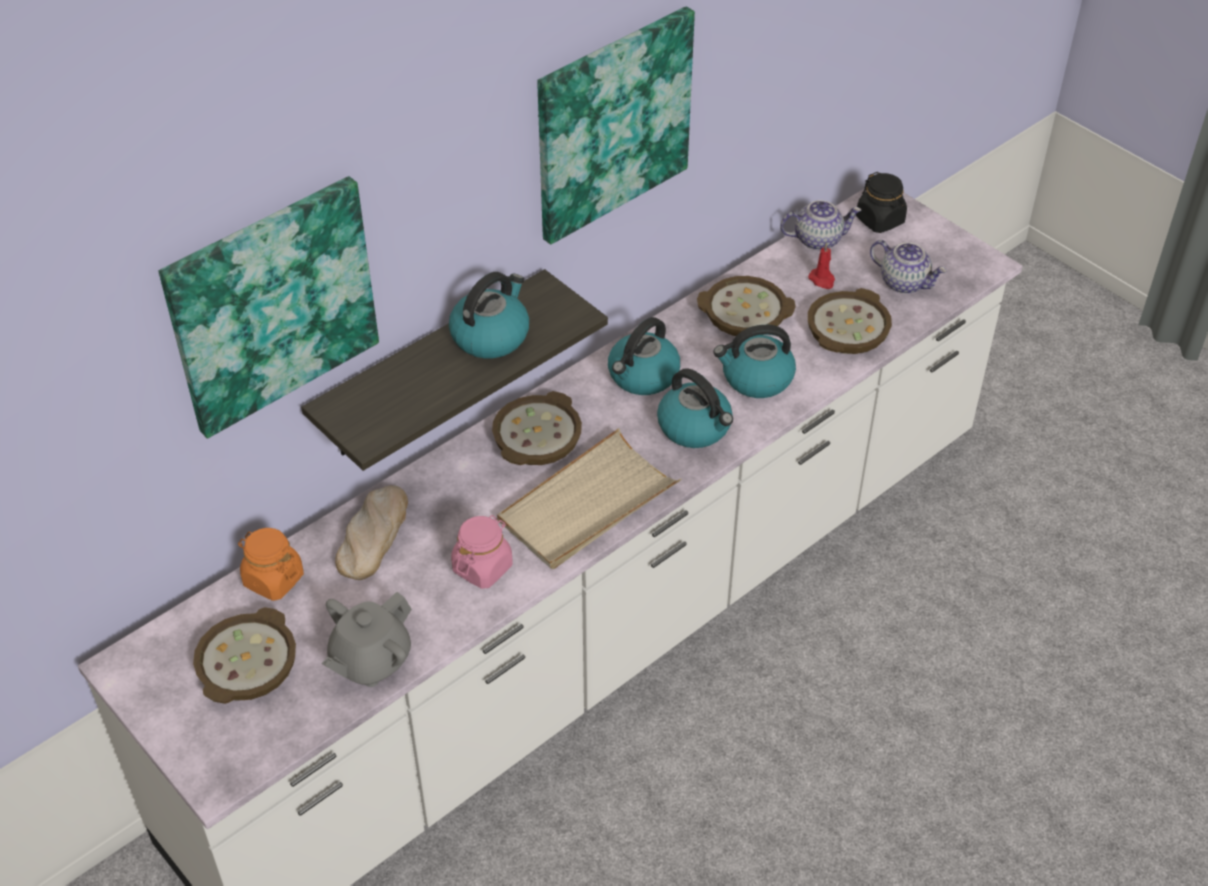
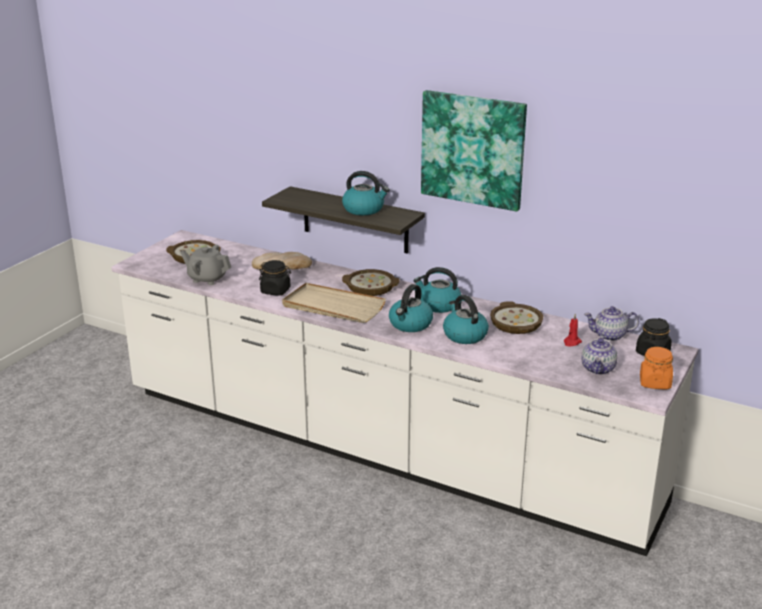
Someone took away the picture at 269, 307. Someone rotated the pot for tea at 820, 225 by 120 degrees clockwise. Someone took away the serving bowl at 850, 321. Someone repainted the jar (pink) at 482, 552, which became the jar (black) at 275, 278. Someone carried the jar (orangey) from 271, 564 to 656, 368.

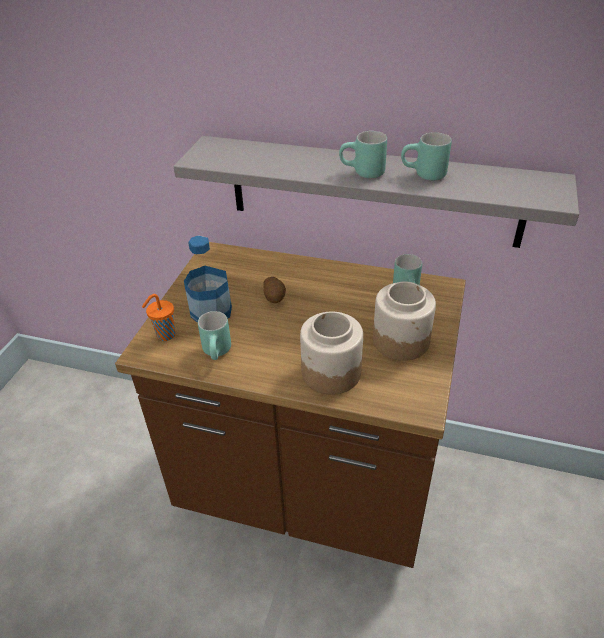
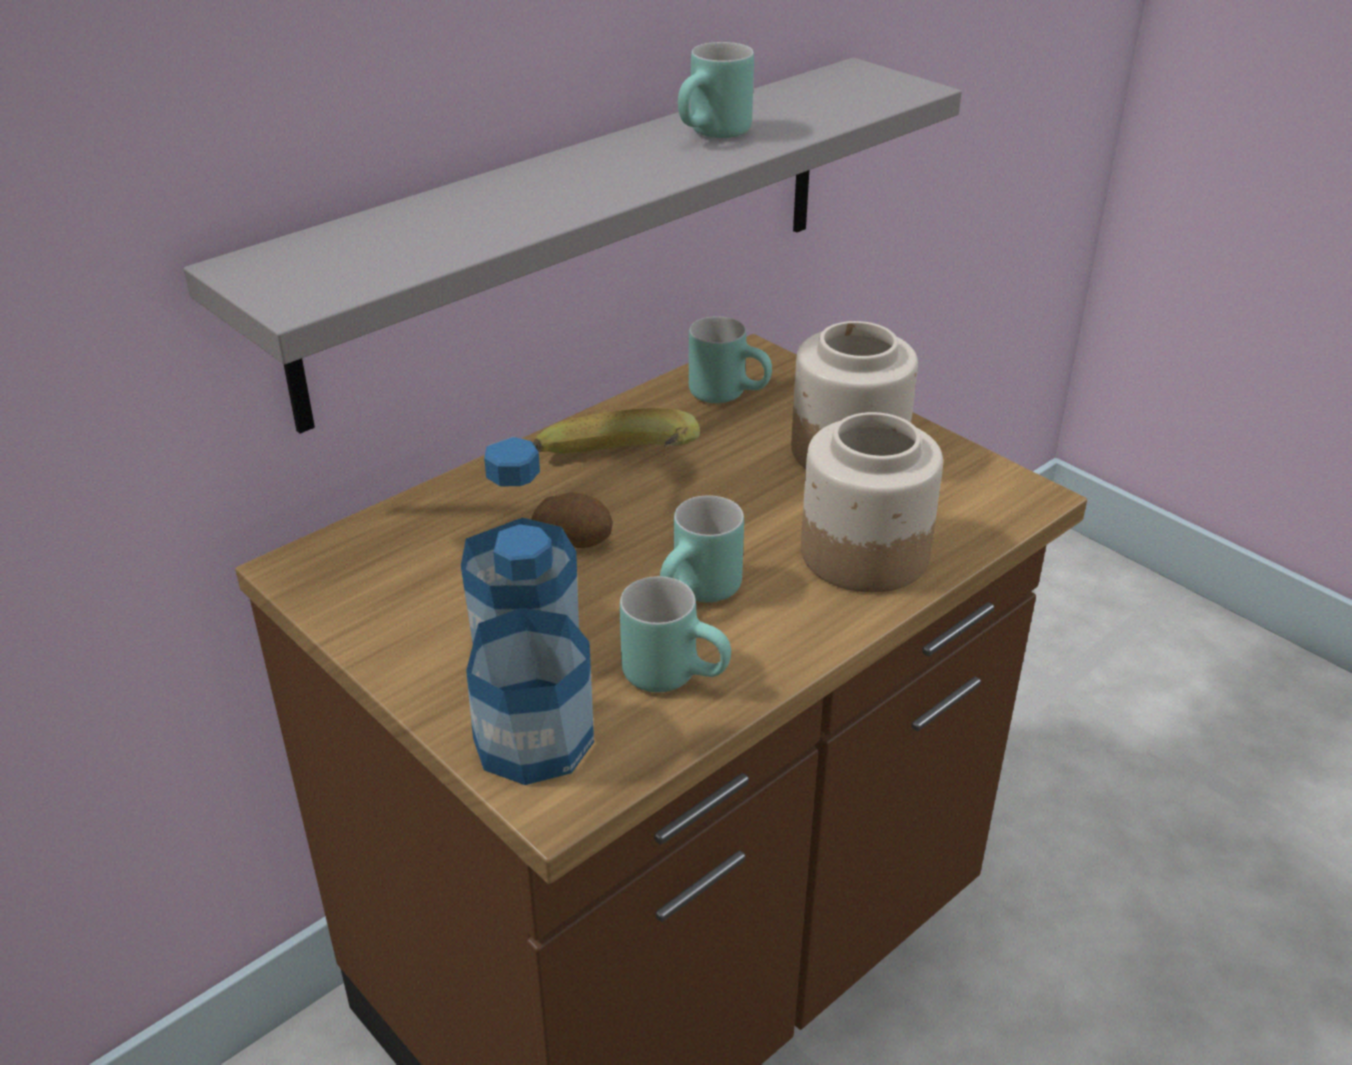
Someone carried the coffee mug (blue-green) from 363, 154 to 702, 548. Someone swapped the drinking cup (orangey) at 158, 317 for the beverage bottle at 530, 654. Someone put down the banana at 616, 430.

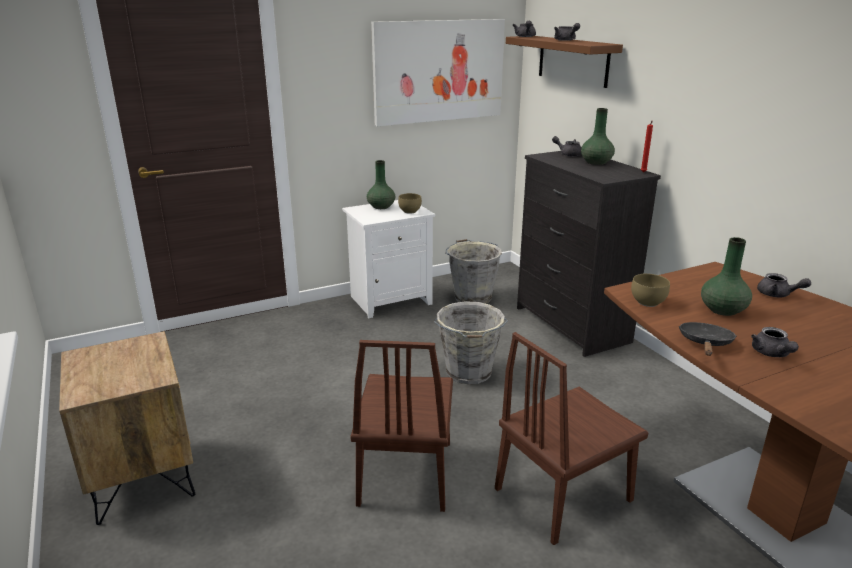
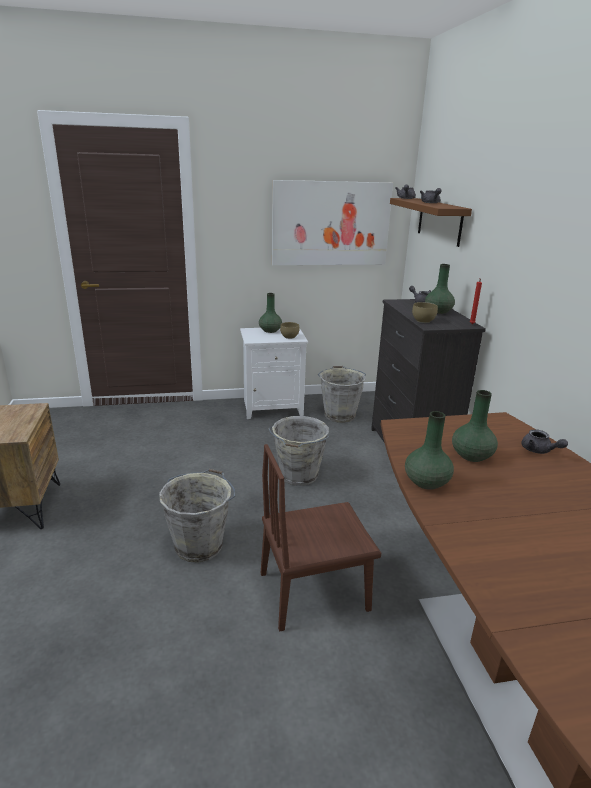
Someone carried the serving bowl (brown-coloured) from 650, 290 to 425, 312. Someone swapped the skillet (black) at 708, 339 for the decorative vase (green-coloured) at 429, 450. Someone took away the pot for tea (gray) at 775, 342. Someone swapped the upright chair (brown-coloured) at 401, 426 for the bucket (gray) at 197, 516.

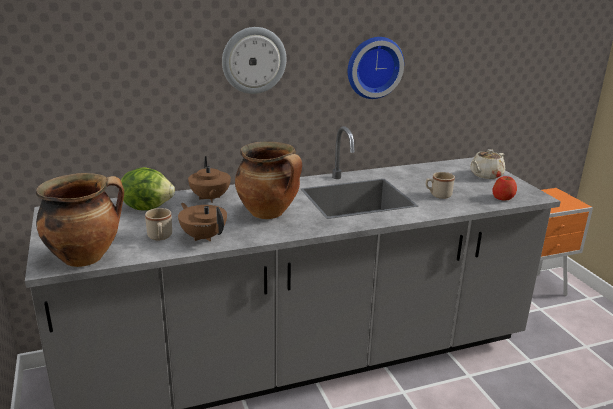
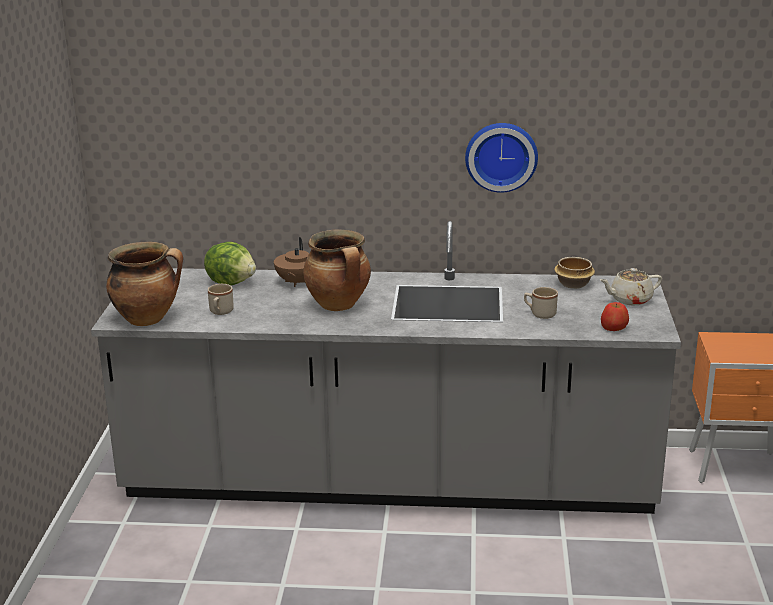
Someone took away the clock on the wall at 254, 60. Someone took away the pot for tea (brown-coloured) at 202, 222. Someone put down the serving bowl at 574, 273.

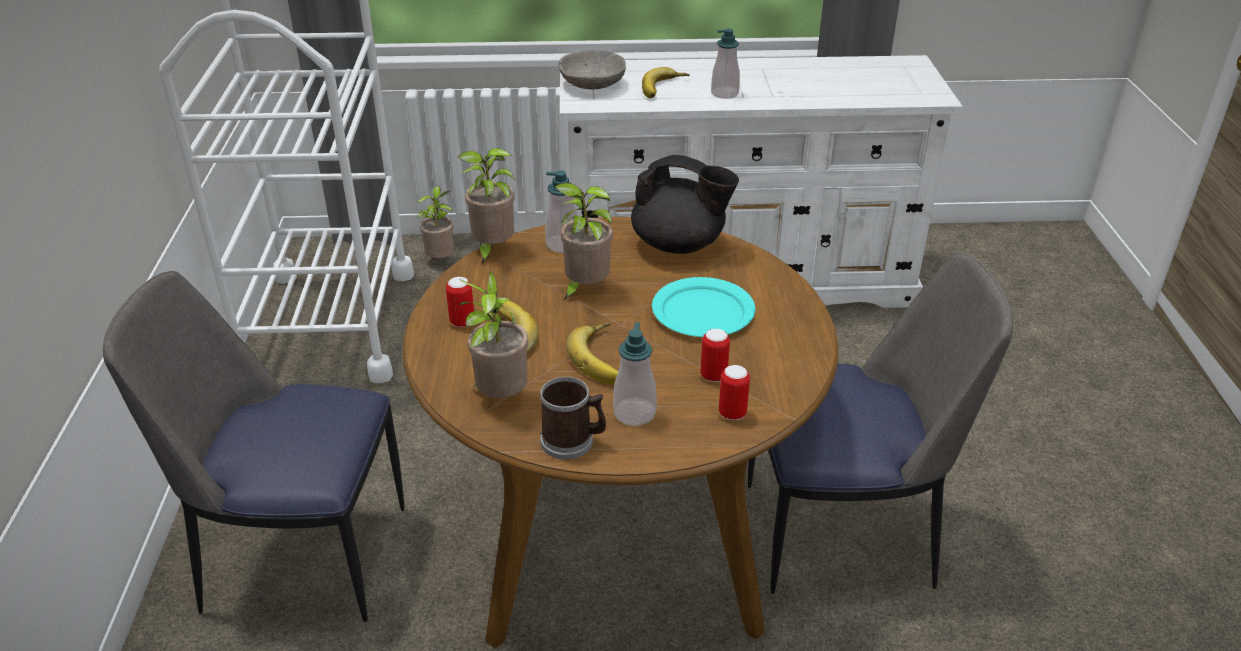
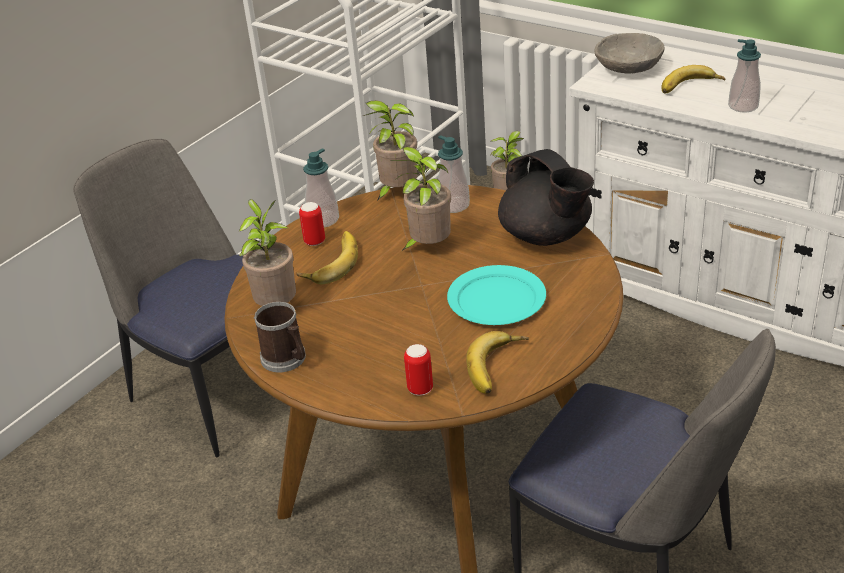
Someone carried the liquid soap bottle from 635, 374 to 321, 187. Someone carried the banana from 592, 353 to 497, 362. Someone took away the metal can at 715, 355.

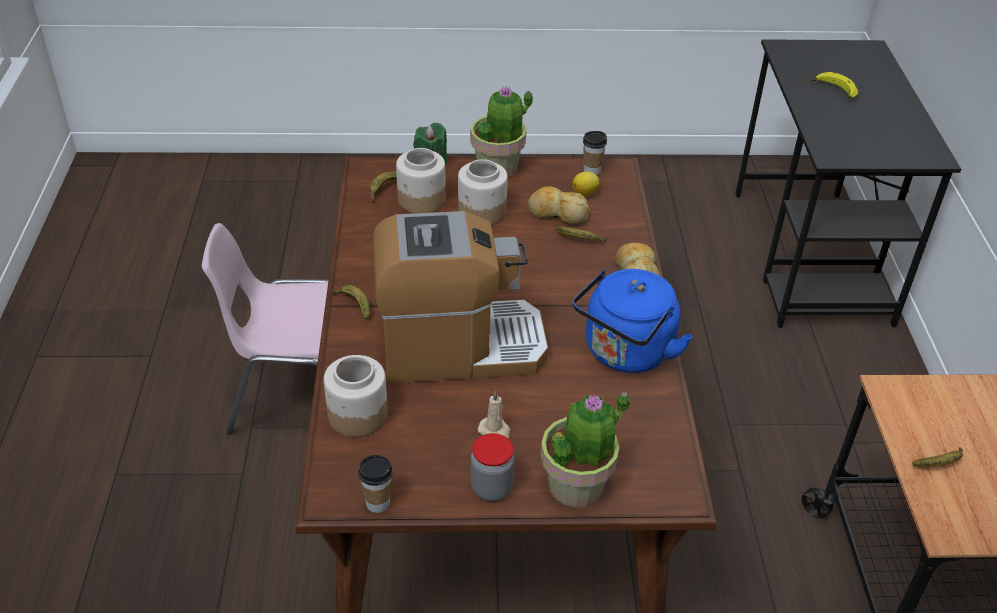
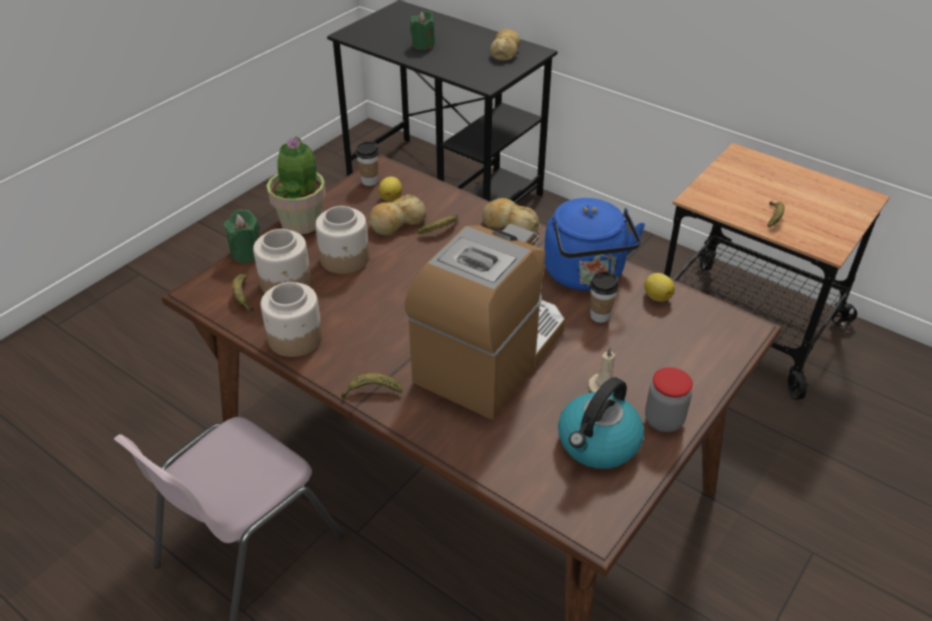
Someone swapped the banana at 834, 85 for the wax candle (green-coloured) at 422, 30. Someone carried the jar from 356, 396 to 292, 319. Someone took away the potted plant at 585, 449. Someone carried the drinking cup from 375, 484 to 604, 297. Someone put down the baked bread at 505, 45. Someone put down the whole lemon at 659, 287. Someone put down the water kettle at 601, 423.

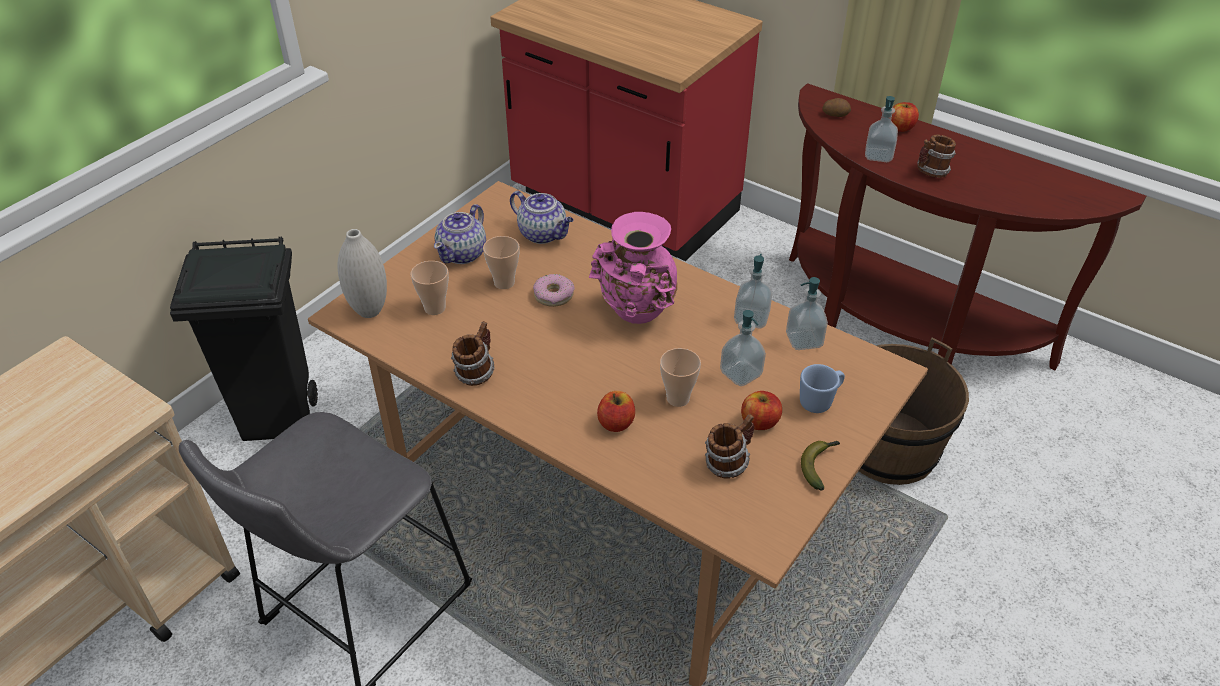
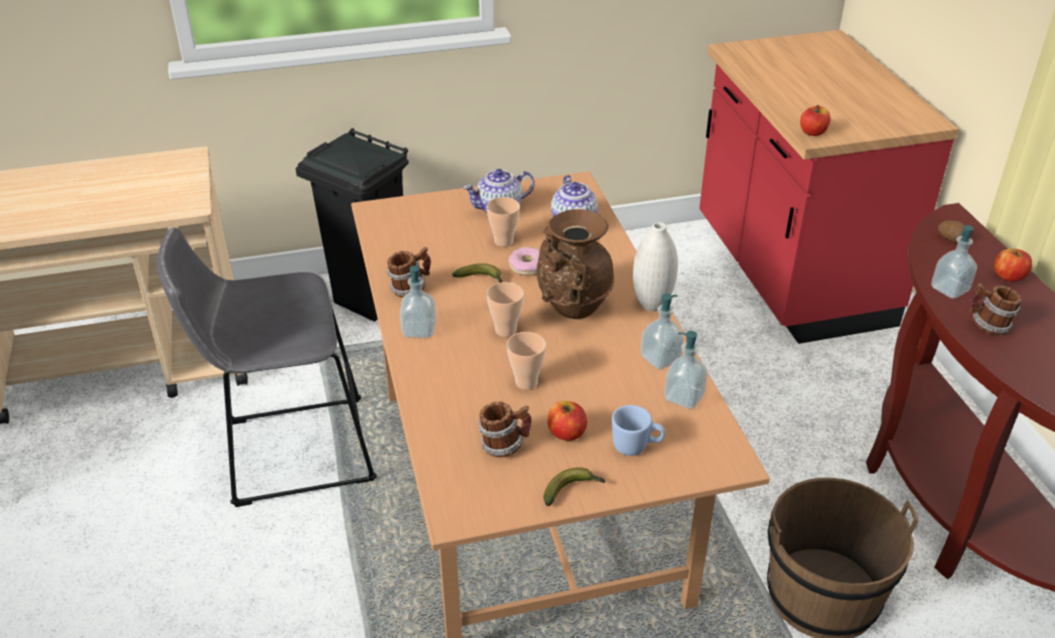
Someone repainted the decorative vase (pink) at 633, 268, which became the decorative vase (brown-coloured) at 575, 264. Someone carried the decorative vase (white-coloured) from 362, 273 to 655, 266. Someone carried the drinking cup from 430, 288 to 505, 309. Someone carried the liquid soap bottle from 743, 348 to 418, 302. Someone carried the apple from 616, 411 to 815, 120. Someone put down the banana at 477, 273.

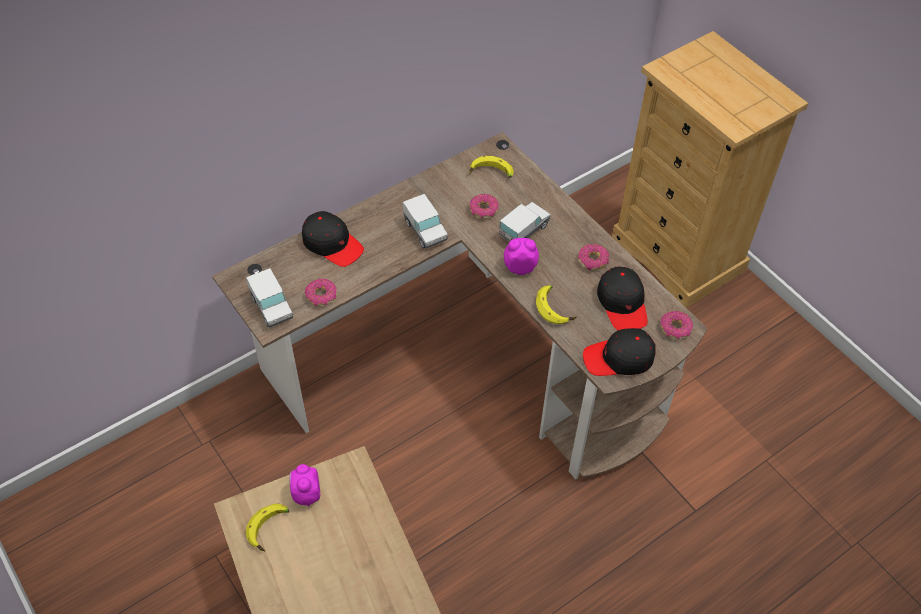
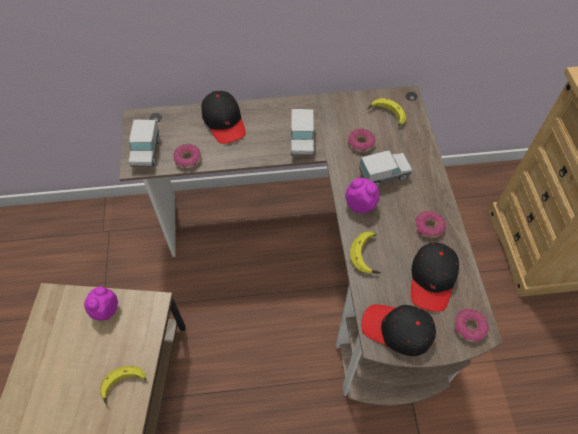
Someone carried the banana from 267, 528 to 123, 386.

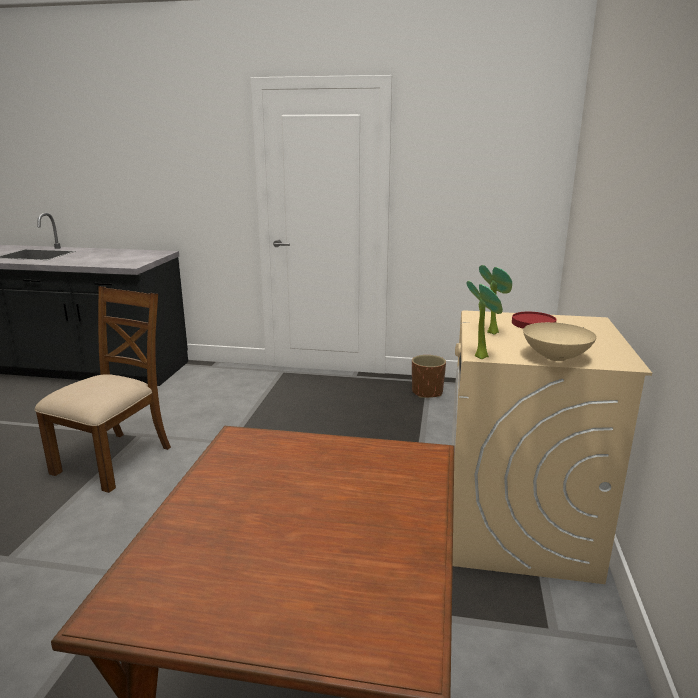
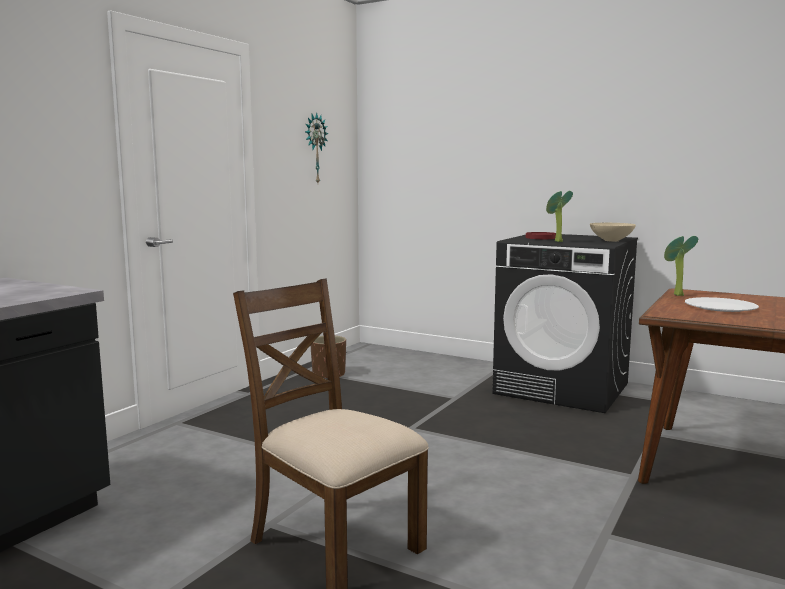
Someone carried the potted plant from 485, 320 to 681, 266. Someone repainted the laundry machine (beige-coloured) at 551, 447, which became the laundry machine (black) at 565, 323. Someone put up the clock on the wall at 316, 147. Someone put down the plate (white-coloured) at 722, 304.

